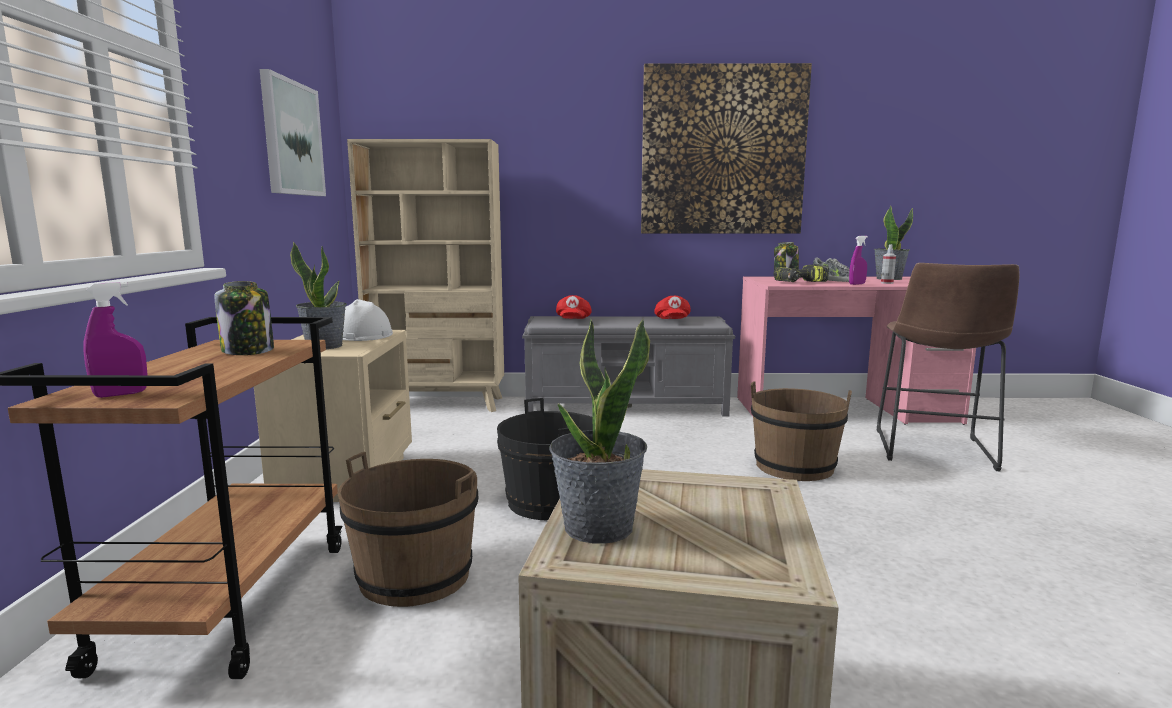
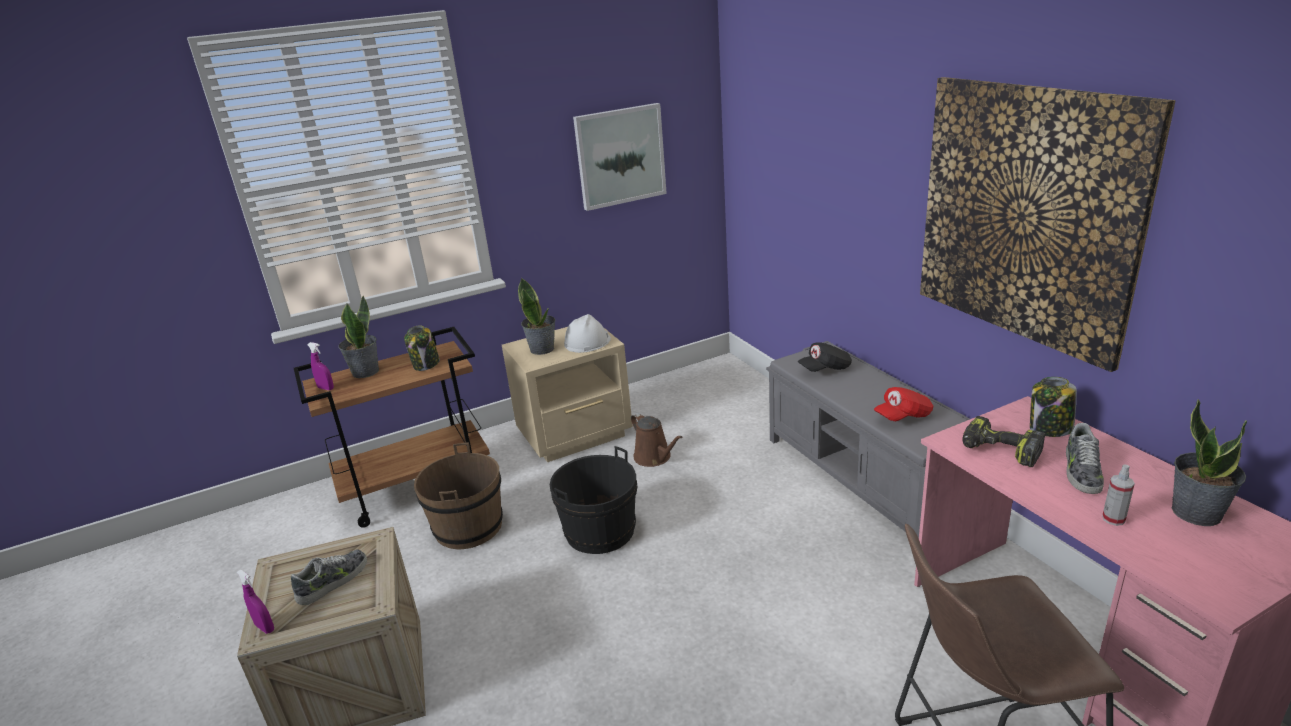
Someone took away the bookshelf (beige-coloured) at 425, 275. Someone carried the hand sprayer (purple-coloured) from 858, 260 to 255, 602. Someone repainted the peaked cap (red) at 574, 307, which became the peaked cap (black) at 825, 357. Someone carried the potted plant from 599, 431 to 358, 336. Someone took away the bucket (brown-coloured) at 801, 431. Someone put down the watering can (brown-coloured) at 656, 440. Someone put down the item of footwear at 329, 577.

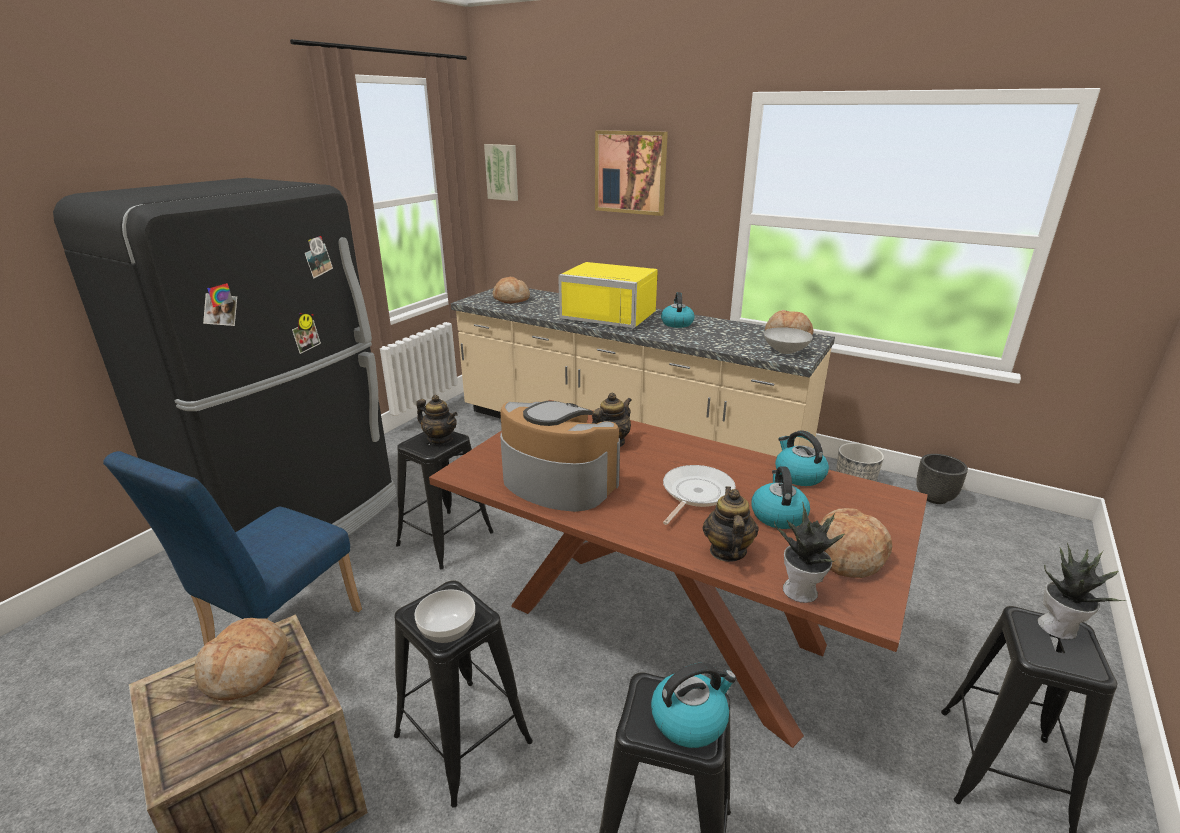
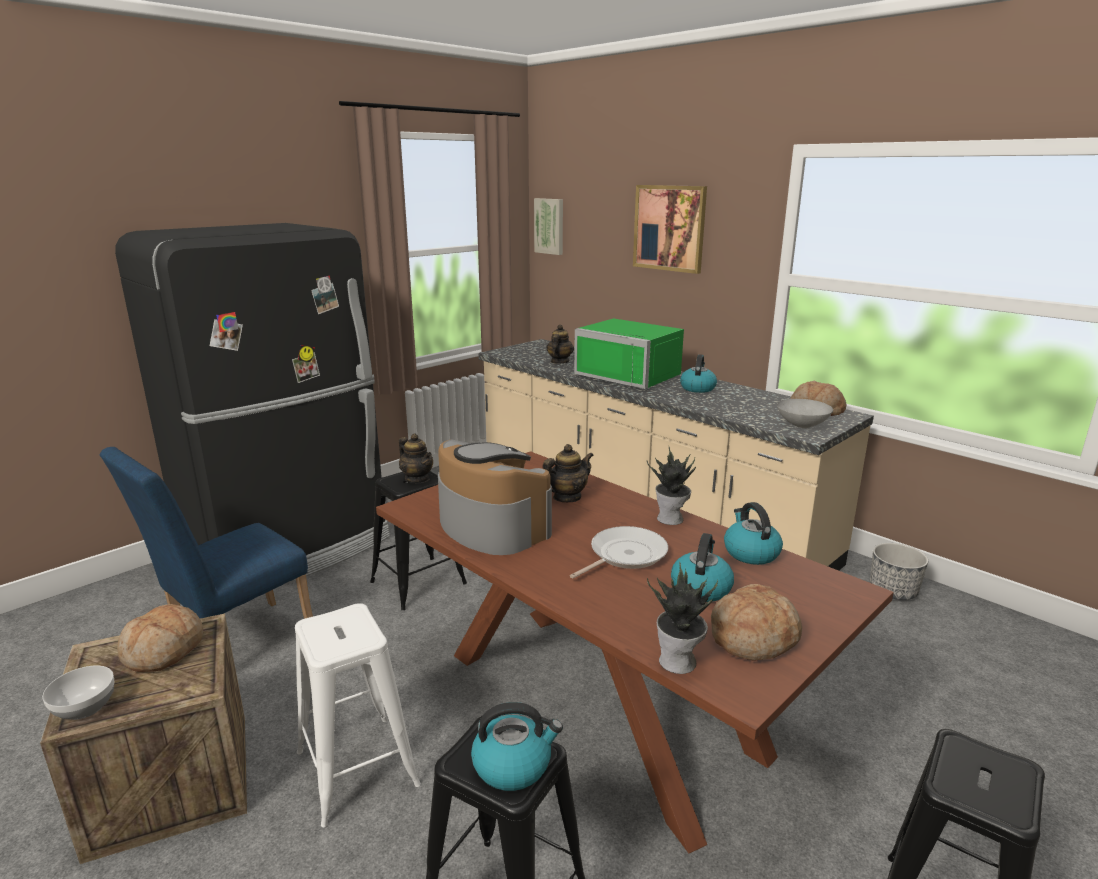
Someone repainted the kitchen microwave (yellowish) at 608, 295, which became the kitchen microwave (green-coloured) at 629, 353. Someone took away the baked bread at 511, 290. Someone took away the plant pot (black) at 942, 479. Someone carried the pot for tea from 731, 524 to 560, 344. Someone carried the potted plant from 1082, 591 to 671, 486. Someone repainted the sitting stool (black) at 463, 694, which became the sitting stool (white-coloured) at 358, 715. Someone carried the serving bowl from 444, 616 to 78, 692.

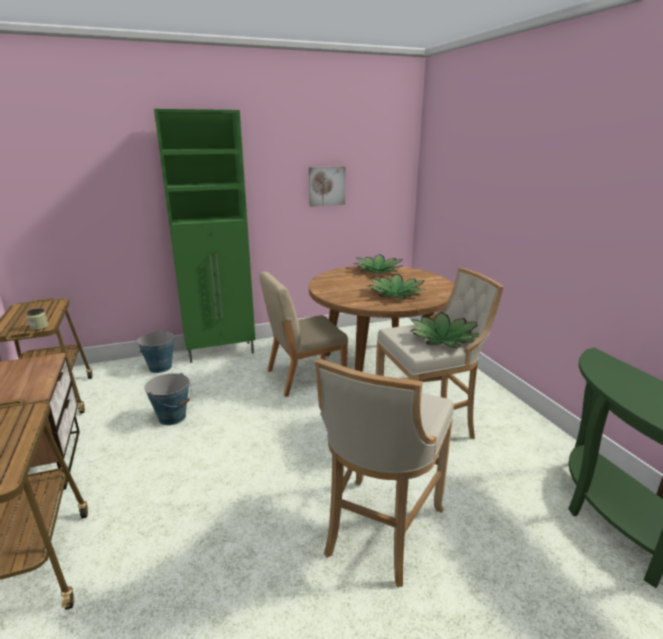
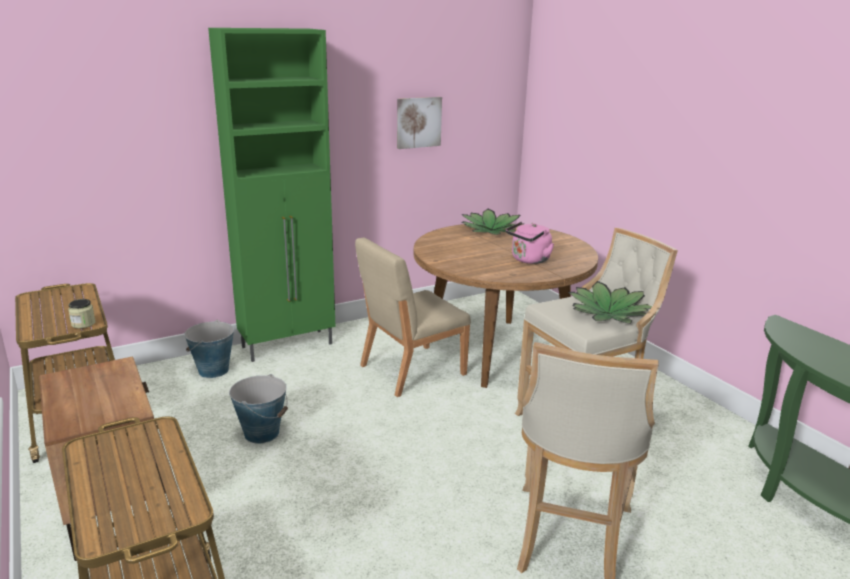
Someone swapped the potted plant at 397, 286 for the water kettle (pink) at 530, 243.

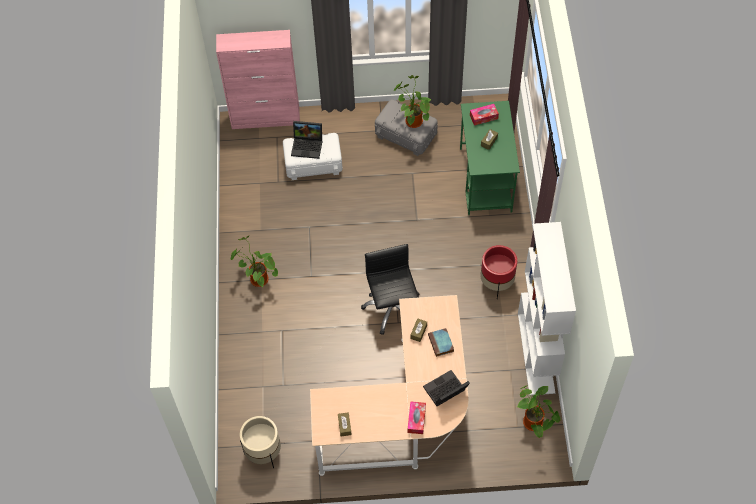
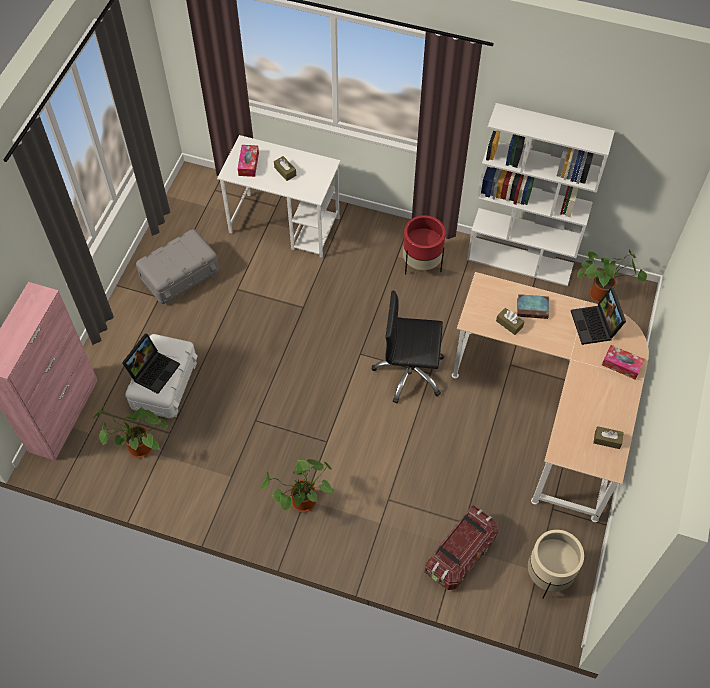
Someone carried the potted plant from 412, 101 to 129, 431. Someone repainted the desk table (green-coloured) at 490, 158, which became the desk table (white-coloured) at 279, 196. Someone put down the storage bin at 461, 547.

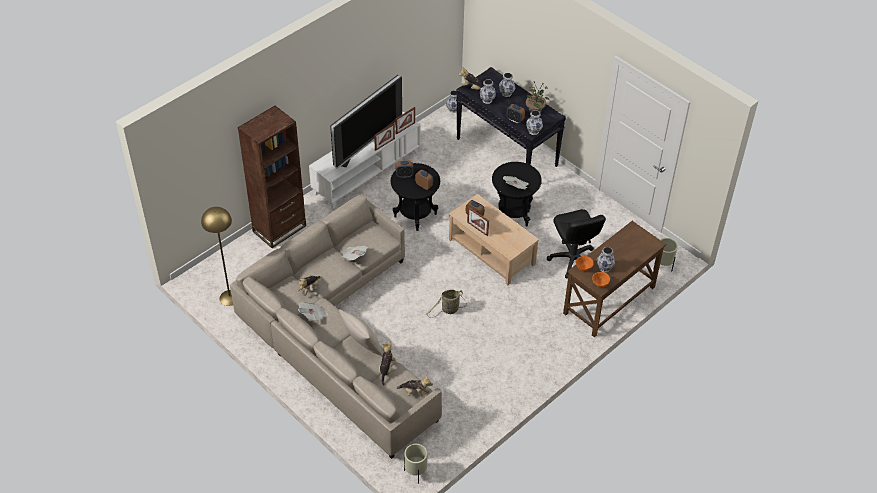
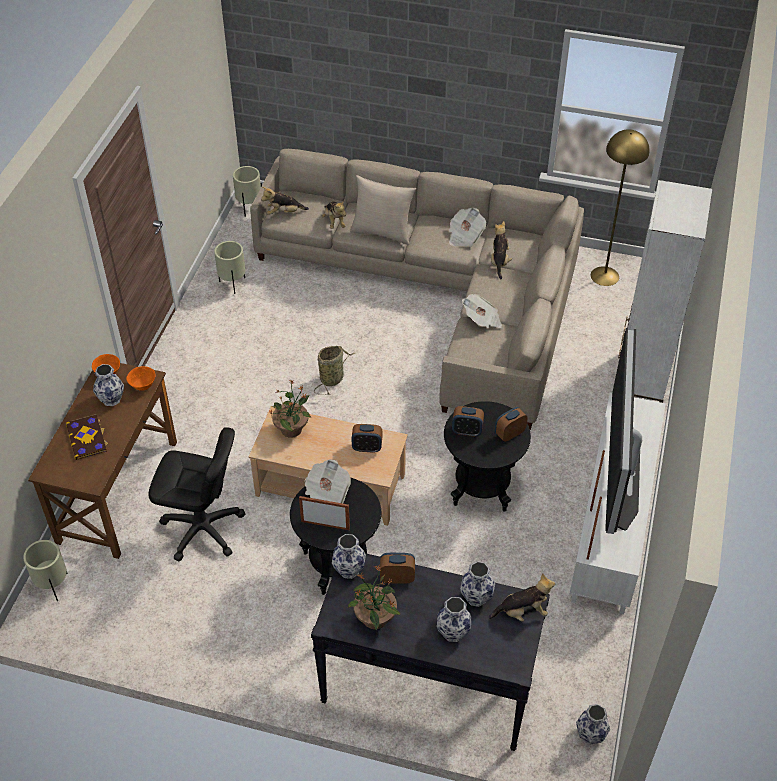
Someone repainted the bookshelf (brown-coloured) at 272, 177, which became the bookshelf (white-coloured) at 665, 291. Someone carried the photo frame from 478, 221 to 324, 513. Someone rotated the desk chair (black) at 576, 244 by 150 degrees clockwise. Someone put down the plant pot (beige-coloured) at 230, 267. Someone put down the potted plant at 289, 409. Someone put down the bound book at 87, 437.

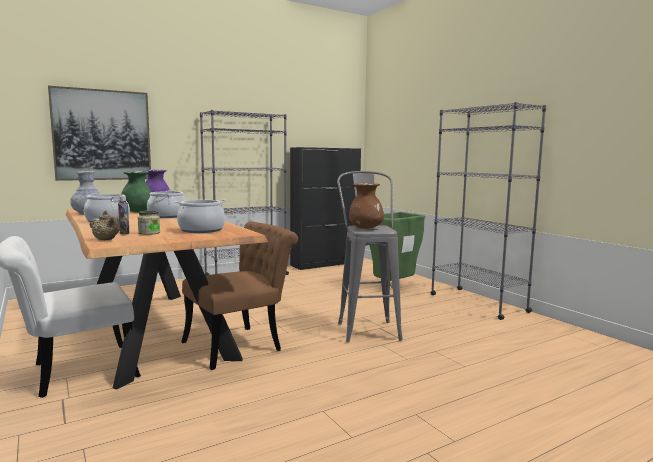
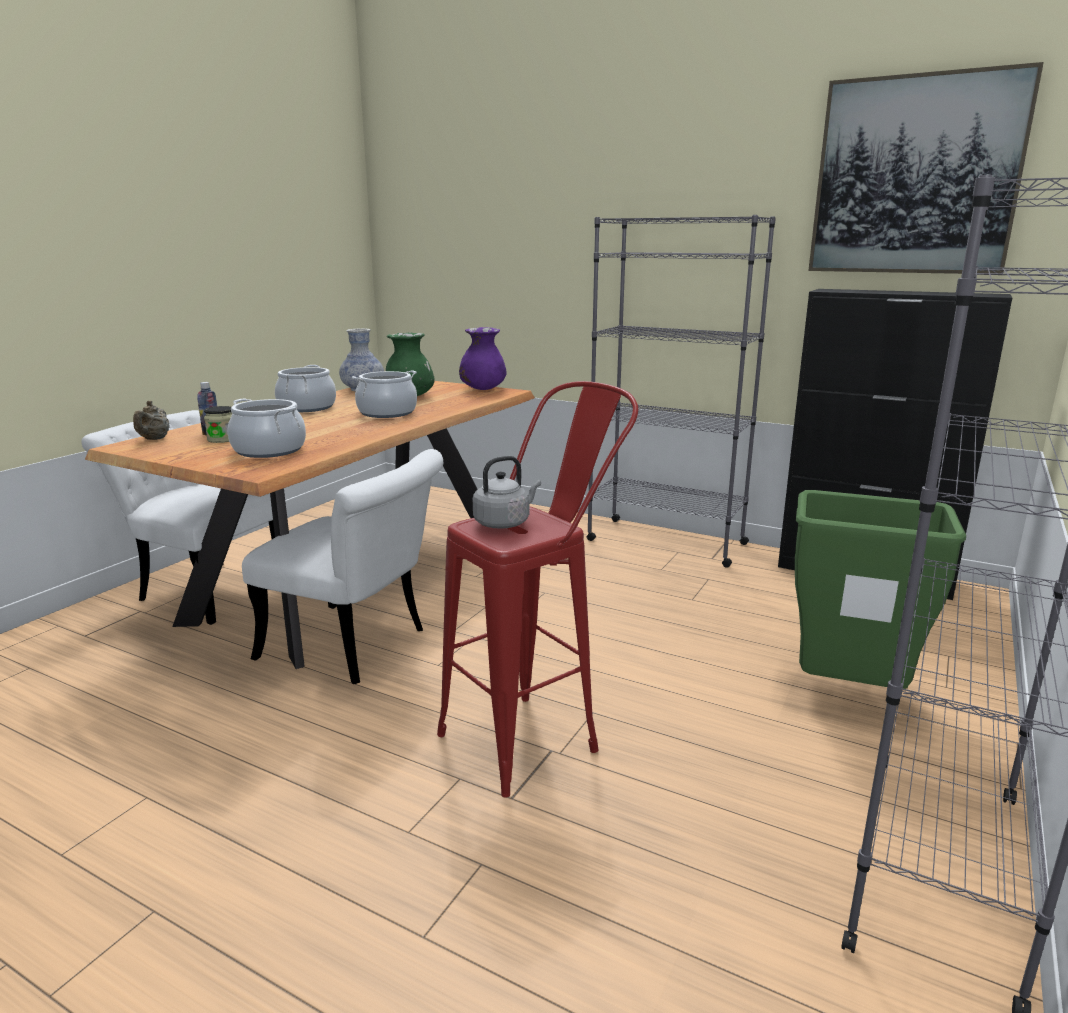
Someone carried the picture from 99, 133 to 926, 168. Someone repainted the sitting stool (gray) at 370, 256, which became the sitting stool (red) at 538, 589. Someone swapped the decorative vase (brown-coloured) at 366, 206 for the water kettle (gray) at 507, 492. Someone repainted the upright chair (brown-coloured) at 239, 296, which became the upright chair (white-coloured) at 342, 566.

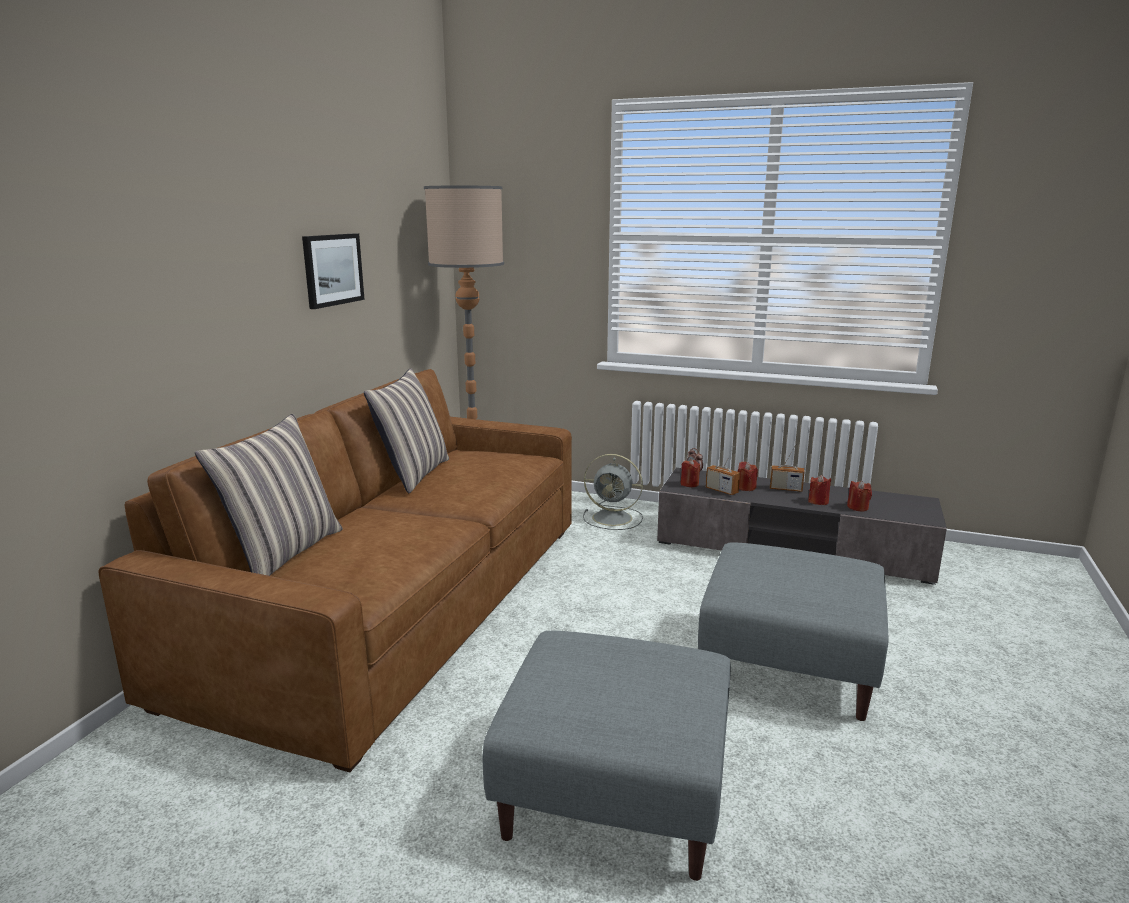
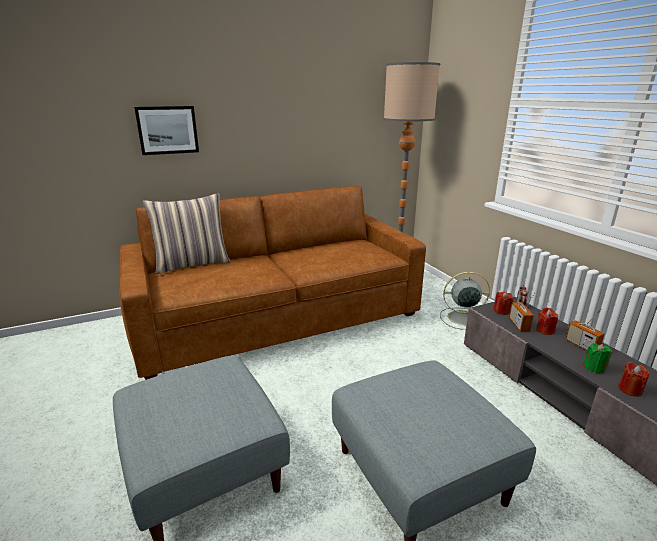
Someone carried the picture from 333, 271 to 166, 130. Someone took away the throw pillow at 406, 431. Someone rotated the cooling fan (gray) at 613, 492 by 120 degrees clockwise. Someone repainted the wax candle (red) at 819, 490, which became the wax candle (green-coloured) at 597, 358.

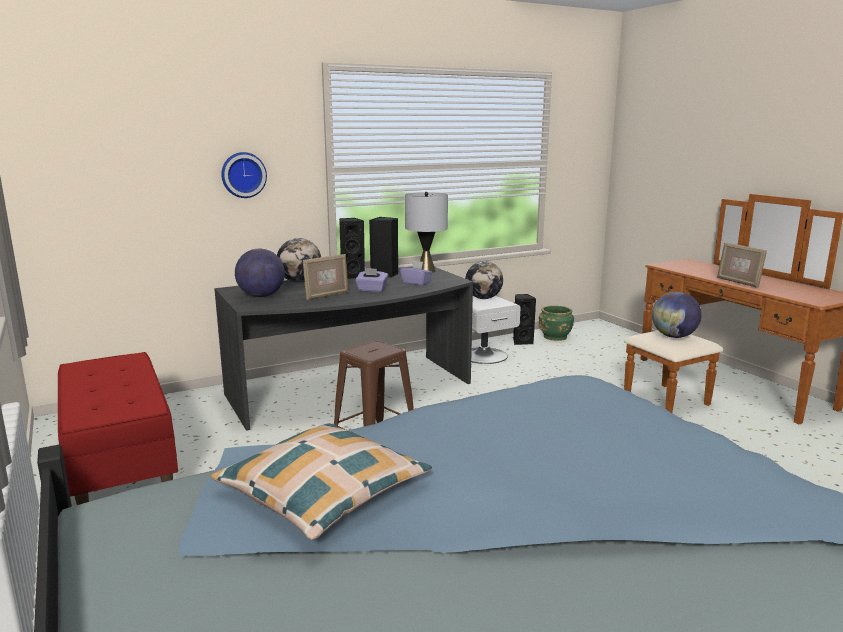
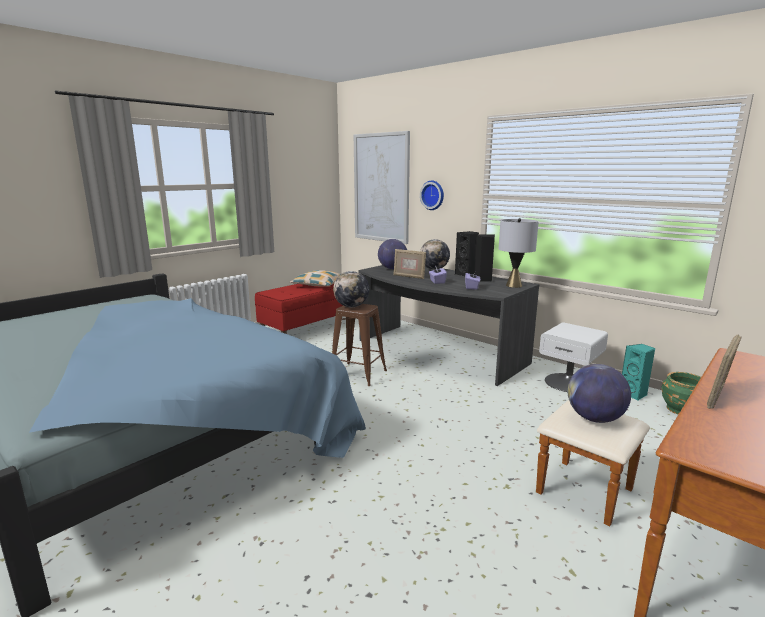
Someone carried the globe from 484, 280 to 351, 289. Someone repainted the loudspeaker (black) at 524, 319, which became the loudspeaker (blue-green) at 638, 372. Someone carried the throw pillow from 321, 481 to 315, 278. Someone put up the picture at 382, 187.

